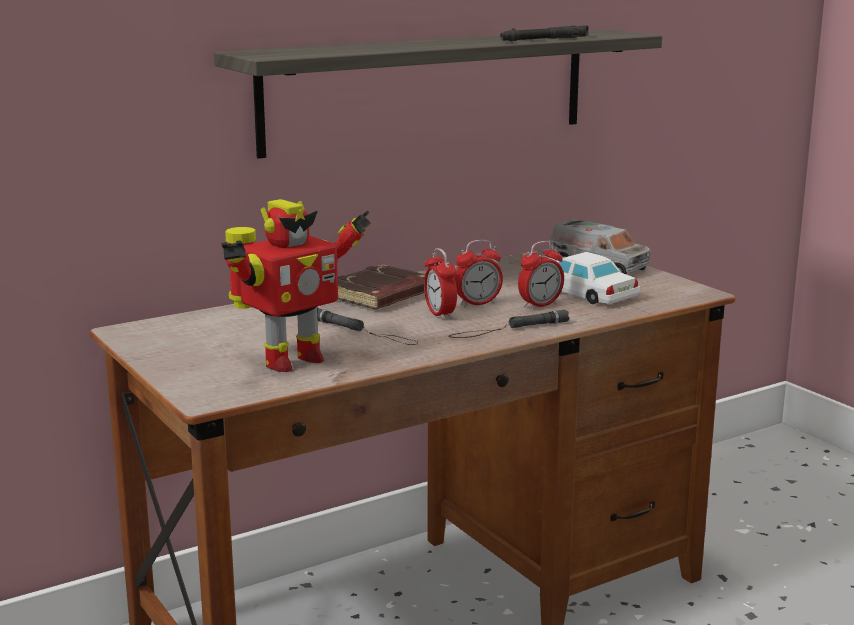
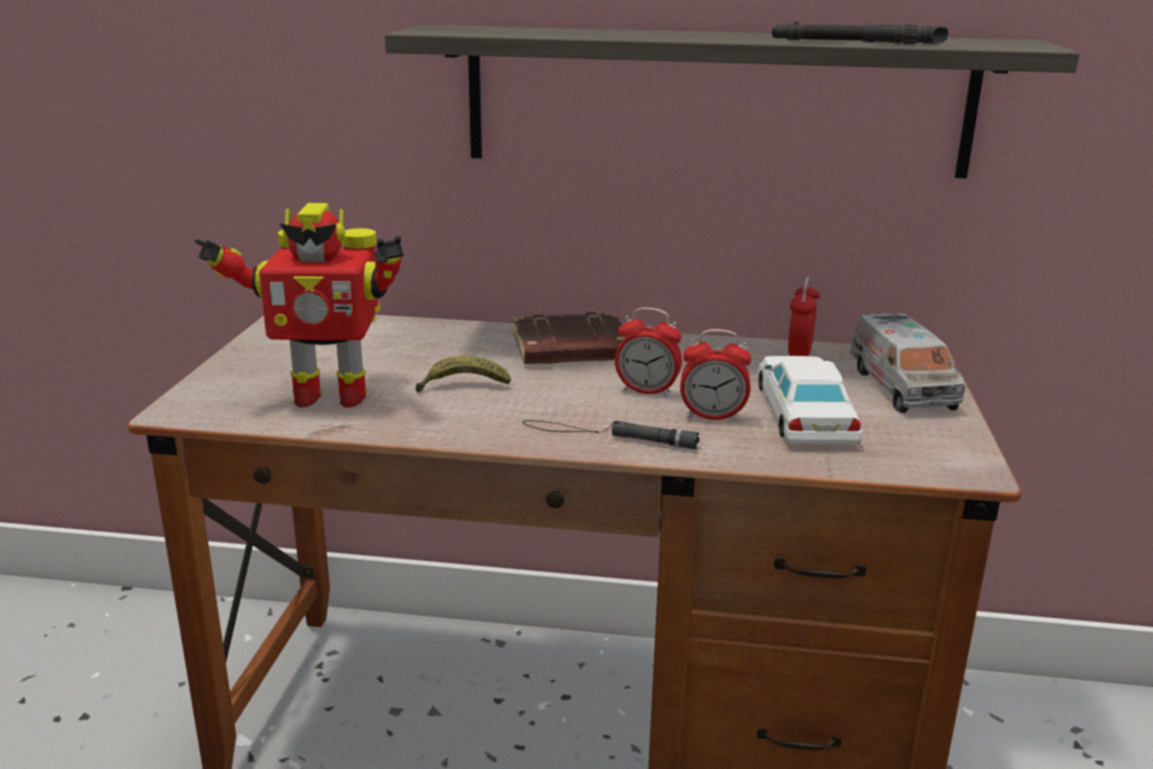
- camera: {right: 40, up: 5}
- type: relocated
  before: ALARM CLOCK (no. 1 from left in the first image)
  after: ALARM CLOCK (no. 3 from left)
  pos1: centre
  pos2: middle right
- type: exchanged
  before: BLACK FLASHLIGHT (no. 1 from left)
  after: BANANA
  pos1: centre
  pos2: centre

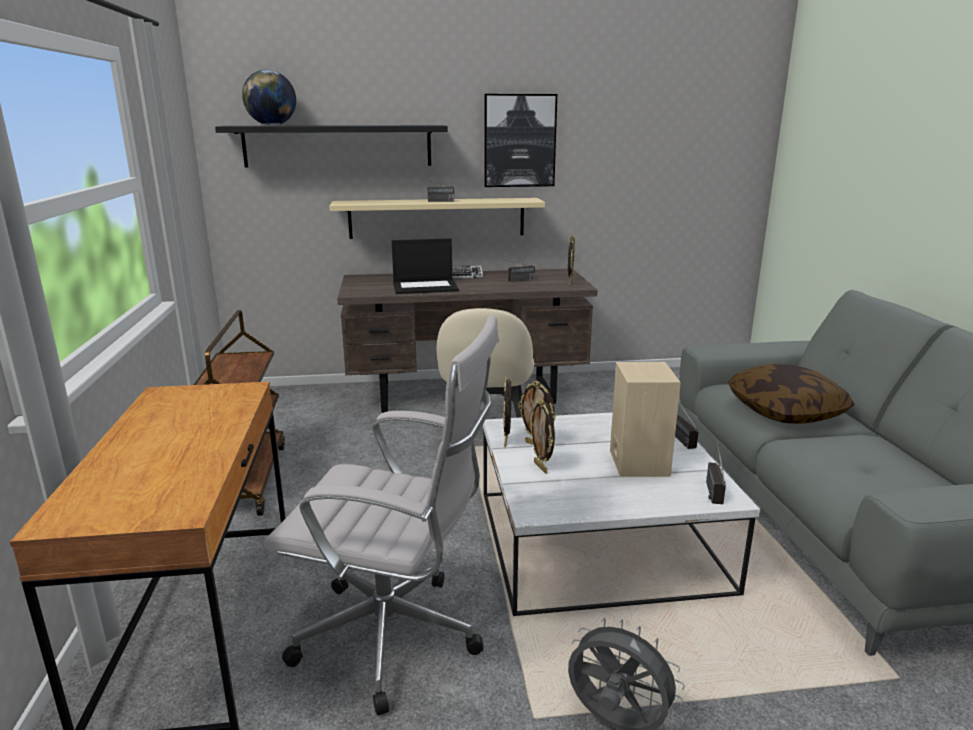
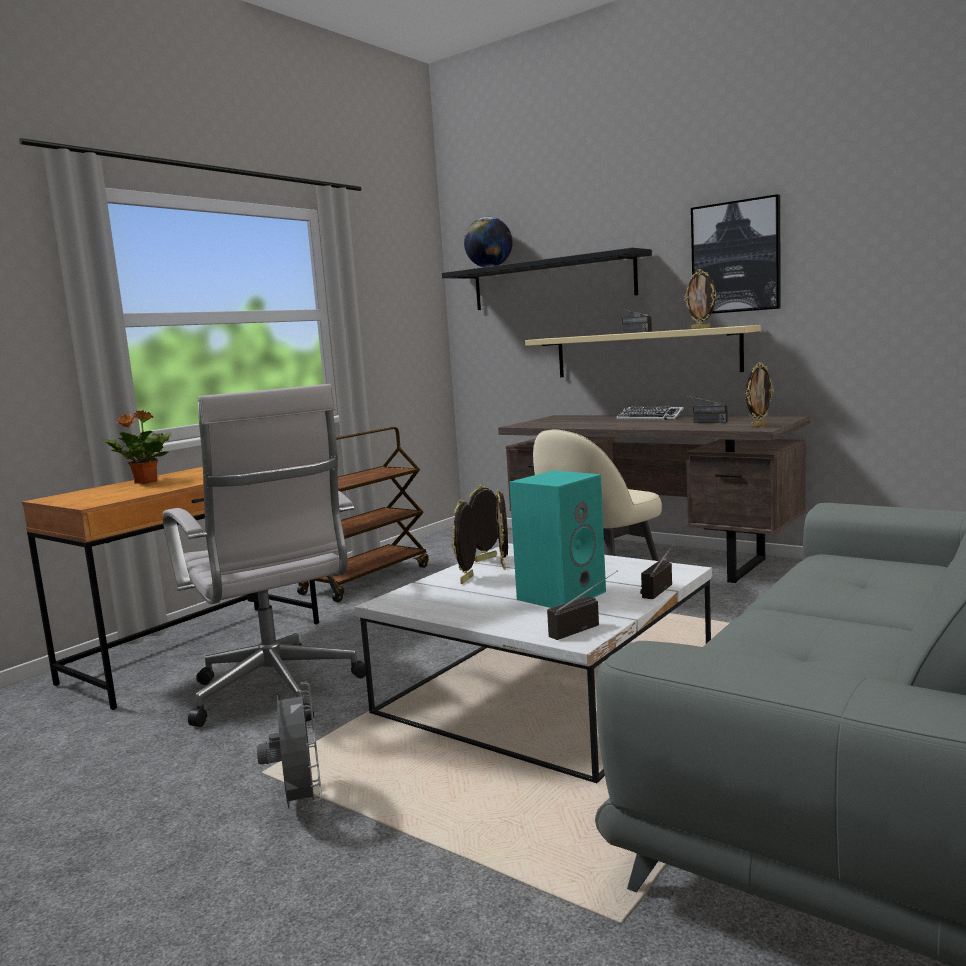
- camera: {right: 45, up: -10}
- type: missing
  before: LAPTOP
  pos1: centre
- type: colour
  before: BEIGE SPEAKER
  after: TURQUOISE SPEAKER
  pos1: centre
  pos2: centre
- type: missing
  before: PILLOW
  pos1: middle right
- type: appeared
  after: PICTURE FRAME (no. 4 from left)
  pos2: top right
- type: appeared
  after: POTTED PLANT
  pos2: middle left

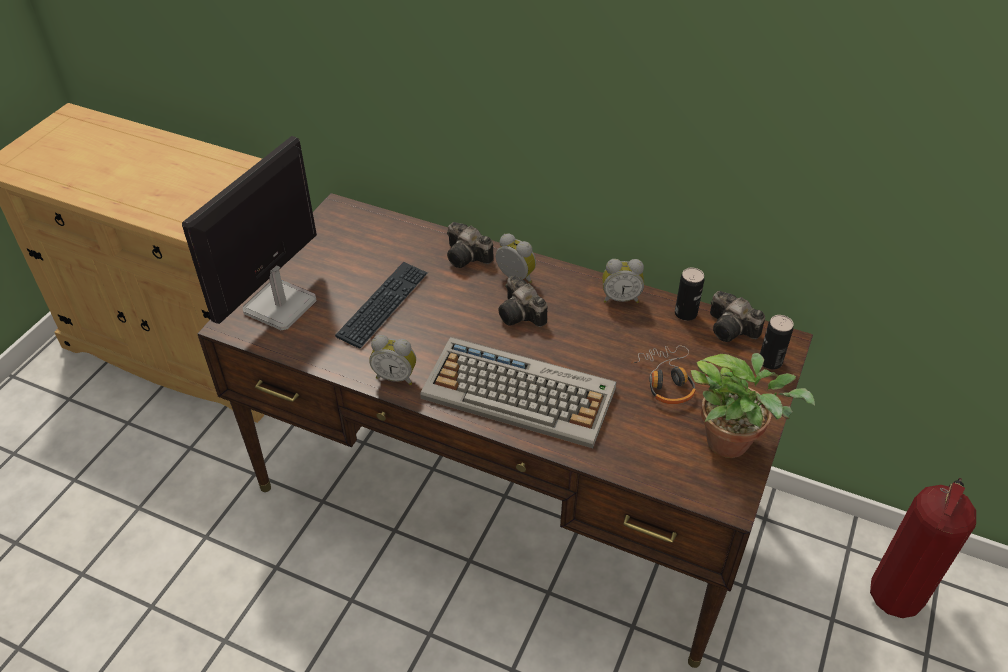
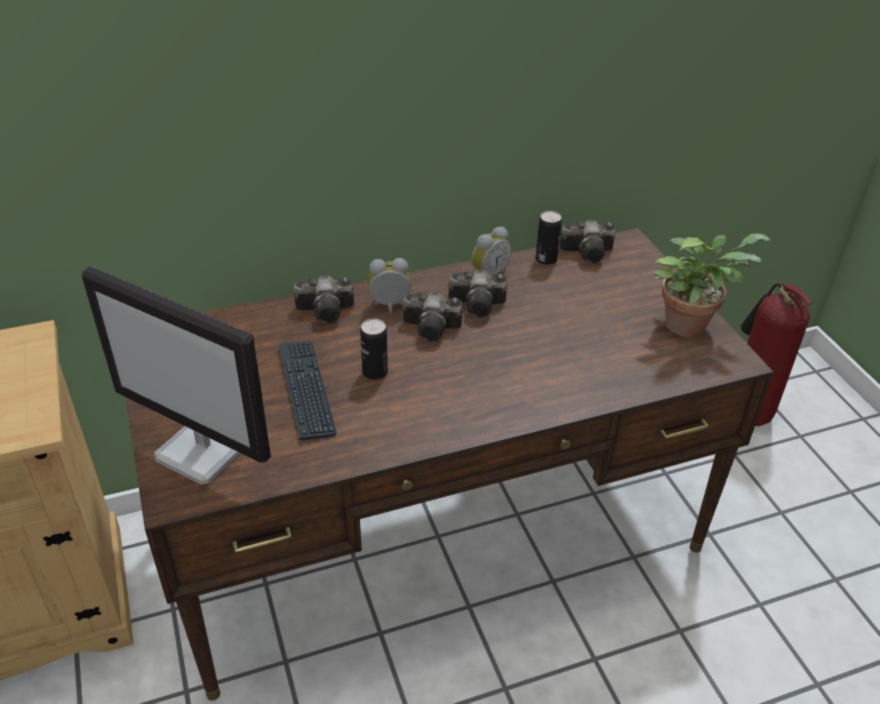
- camera: {right: -45, up: -5}
- type: spun
  before: MONITOR
  pos1: middle left
  pos2: middle left
  turn: -45
- type: relocated
  before: CAN (no. 2 from left in the first image)
  after: CAN (no. 1 from left)
  pos1: middle right
  pos2: centre
- type: missing
  before: ALARM CLOCK (no. 1 from left)
  pos1: centre
- type: missing
  before: KEYBOARD (no. 2 from left)
  pos1: centre
- type: missing
  before: HEADPHONES
  pos1: centre
- type: appeared
  after: PHOTO CAMERA (no. 3 from left)
  pos2: centre

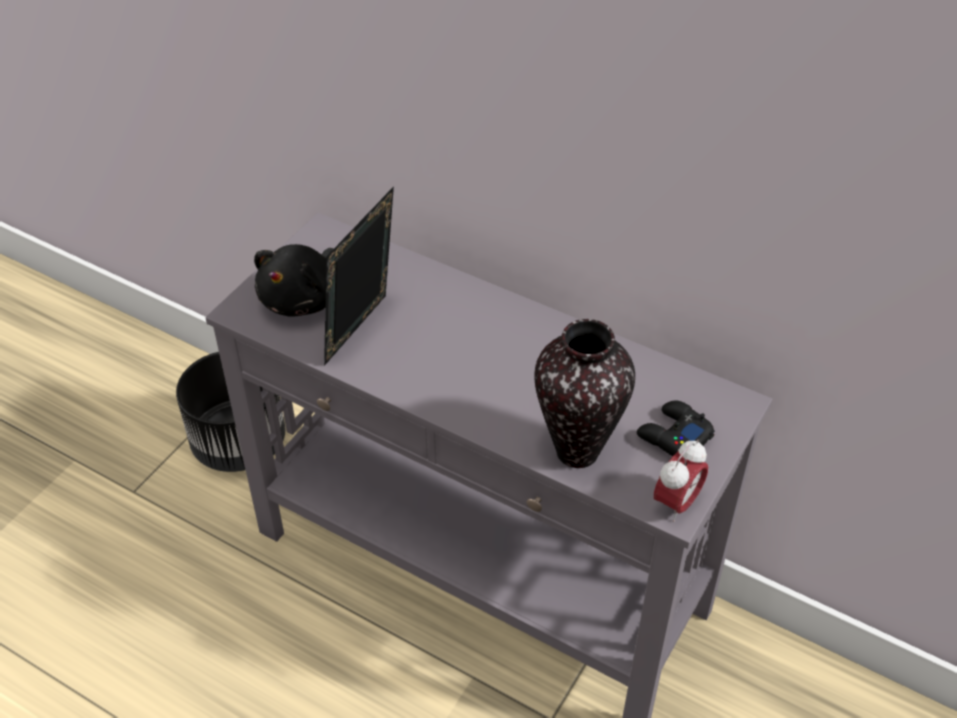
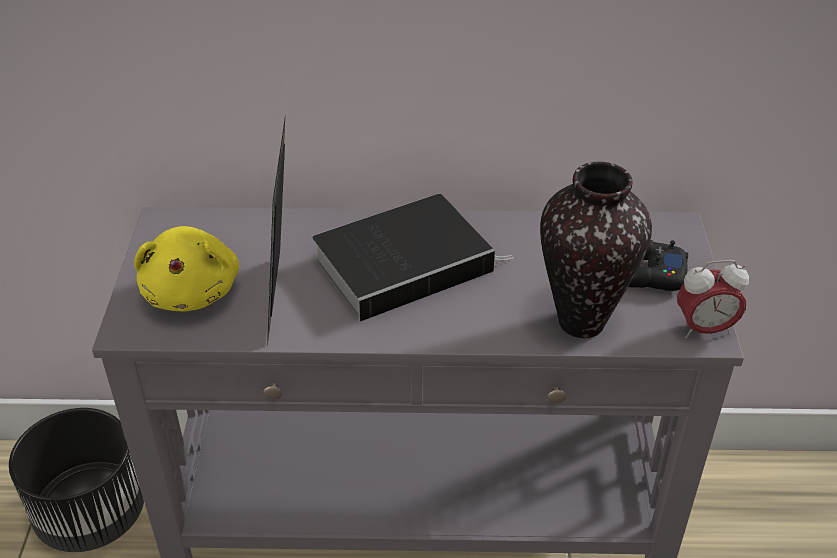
- camera: {right: -30, up: -5}
- type: colour
  before: BLACK PLUSH TOY
  after: YELLOW PLUSH TOY
  pos1: middle left
  pos2: middle left
- type: spun
  before: ALARM CLOCK
  pos1: bottom right
  pos2: middle right
  turn: 75
- type: appeared
  after: BOOK
  pos2: centre

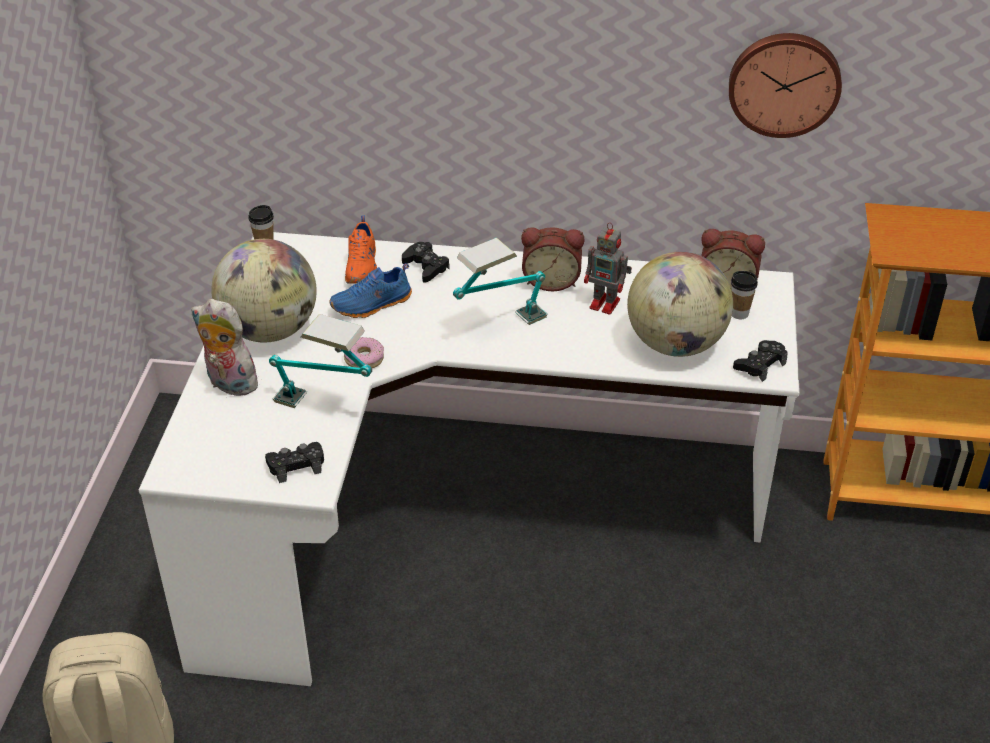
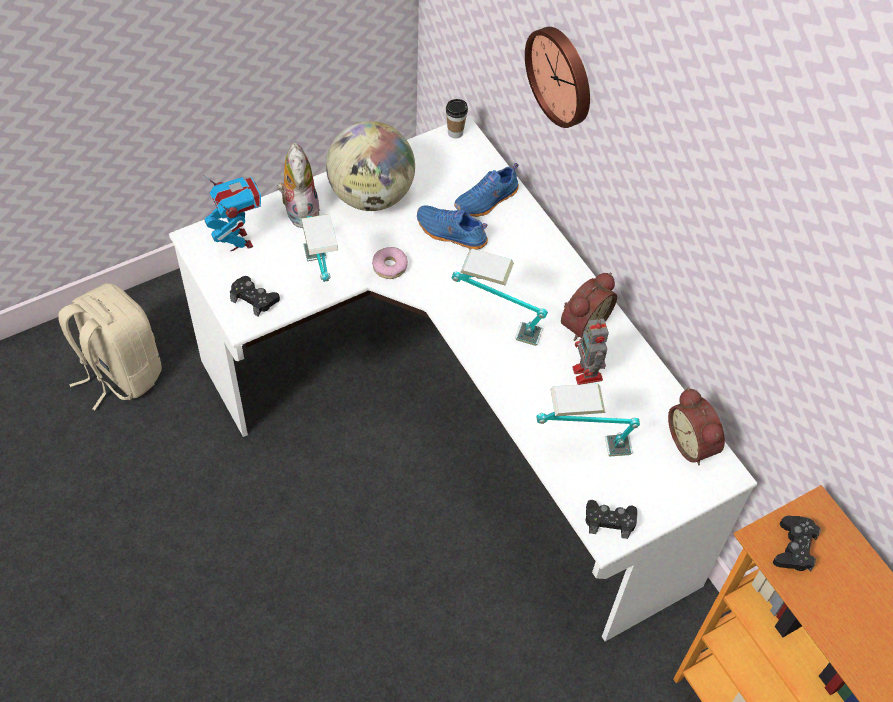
- camera: {right: 50, up: 15}
- type: relocated
  before: WALL CLOCK
  pos1: top right
  pos2: top centre
- type: colour
  before: ORANGE SHOE
  after: BLUE SHOE (no. 2 from left)
  pos1: centre
  pos2: top centre
- type: spun
  before: ALARM CLOCK (no. 1 from left)
  pos1: centre
  pos2: centre
  turn: -105
- type: relocated
  before: BLACK GAME CONTROLLER (no. 2 from left in the first image)
  after: BLACK GAME CONTROLLER (no. 3 from left)
  pos1: centre
  pos2: bottom right
- type: exchanged
  before: GLOBE (no. 2 from left)
  after: TABLE LAMP (no. 3 from left)
  pos1: middle right
  pos2: centre
- type: missing
  before: CUP (no. 2 from left)
  pos1: middle right
- type: appeared
  after: TOY ROBOT (no. 1 from left)
  pos2: top left

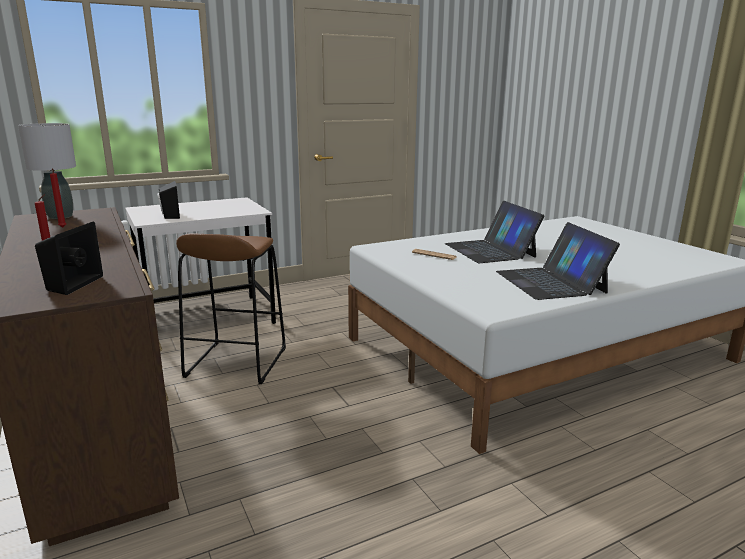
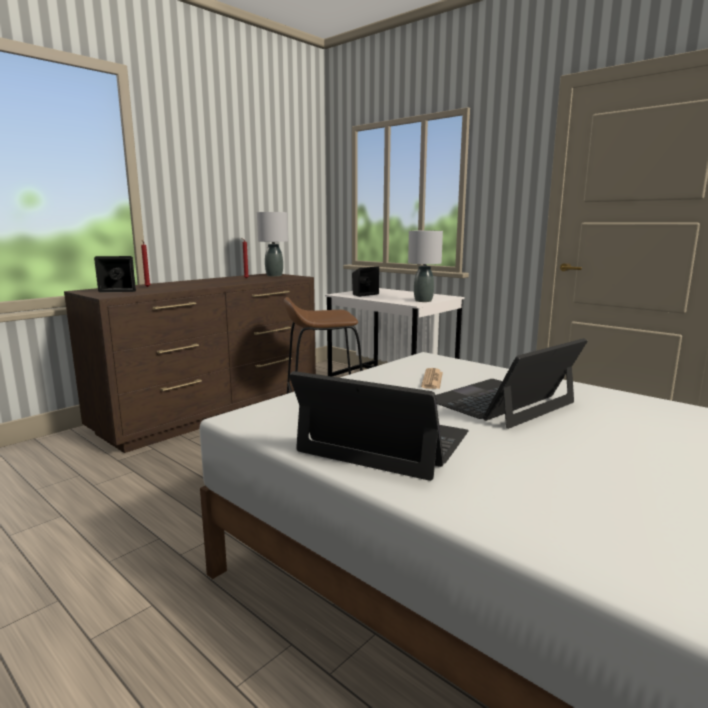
- camera: {right: 70, up: -5}
- type: spun
  before: LAPTOP (no. 2 from left in the first image)
  pos1: middle right
  pos2: centre
  turn: 60
- type: appeared
  after: GREY TABLE LAMP (no. 2 from left)
  pos2: centre

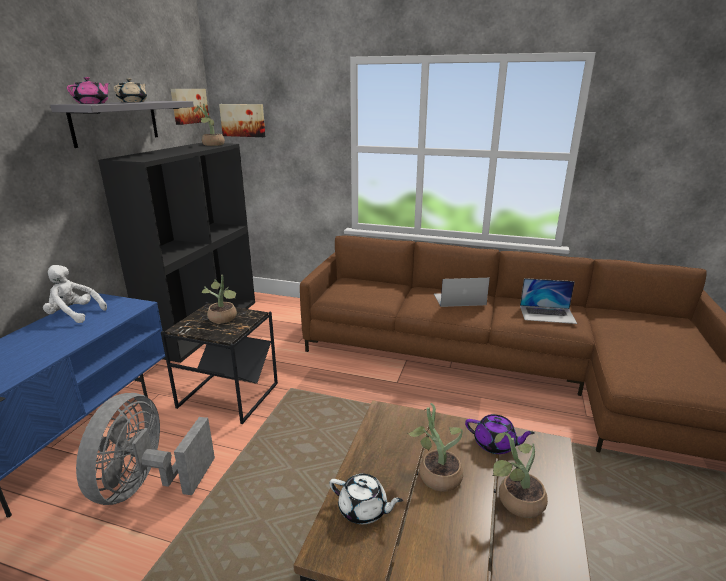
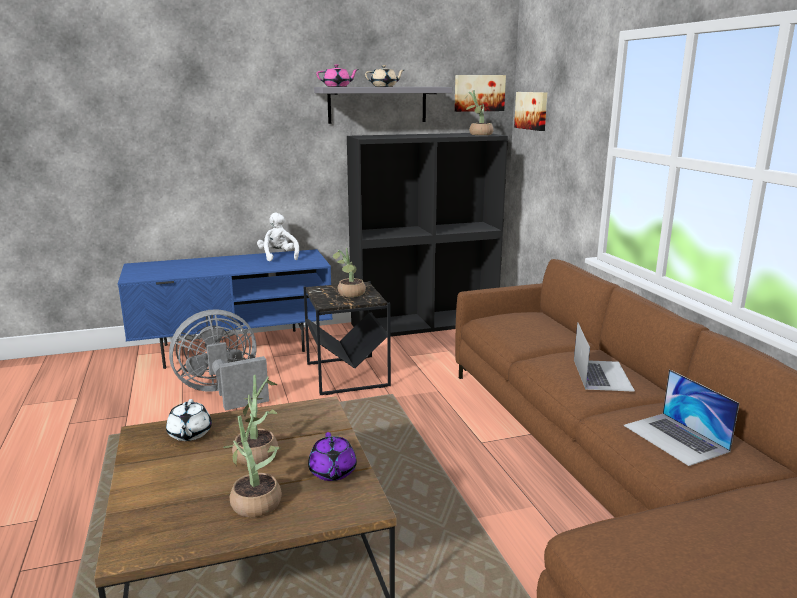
- camera: {right: 55, up: -5}
- type: spun
  before: LAPTOP (no. 1 from left)
  pos1: centre
  pos2: middle right
  turn: 45

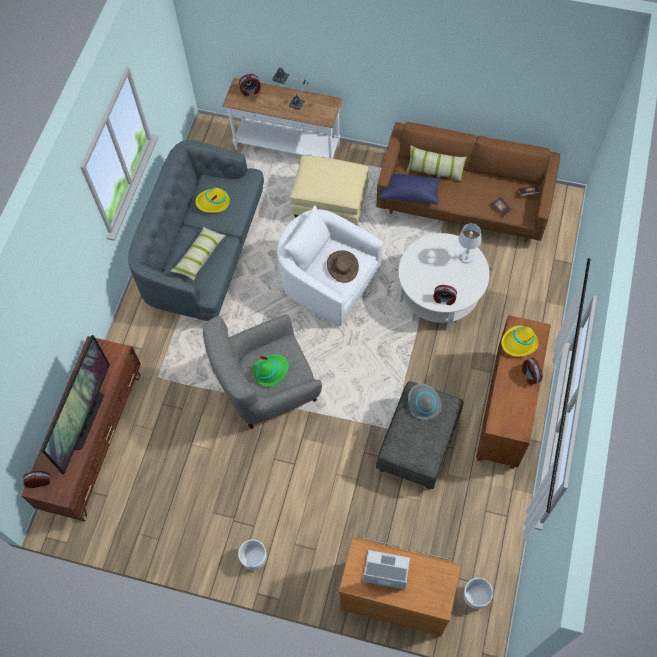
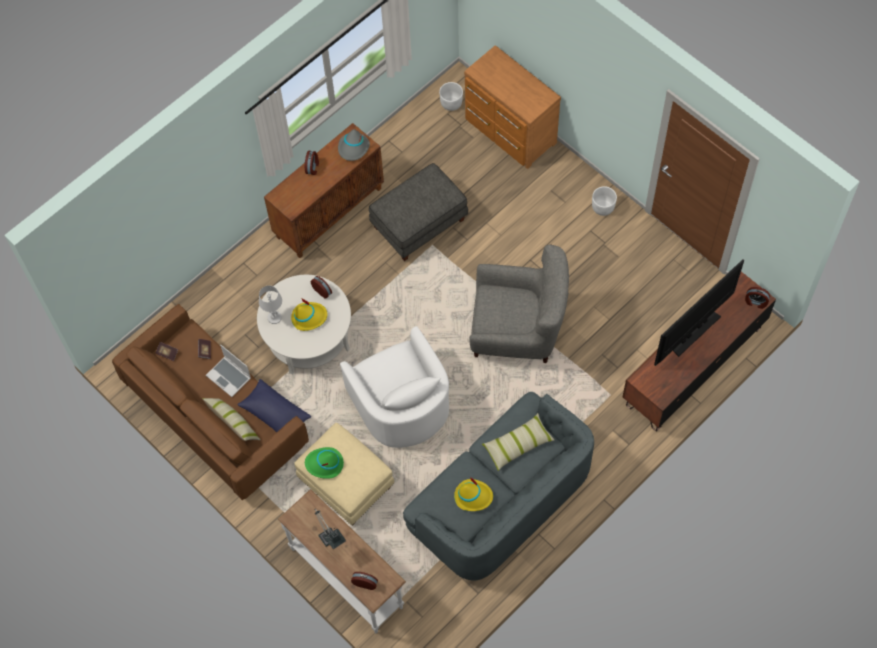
- camera: {right: -150, up: 0}
- type: missing
  before: BROWN HAT
  pos1: centre
- type: relocated
  before: YELLOW HAT (no. 2 from left in the first image)
  after: YELLOW HAT (no. 1 from left)
  pos1: middle right
  pos2: centre
- type: relocated
  before: GREEN HAT
  pos1: centre
  pos2: bottom centre
- type: relocated
  before: GREY HAT
  pos1: centre
  pos2: top centre
- type: relocated
  before: LAPTOP
  pos1: bottom centre
  pos2: middle left

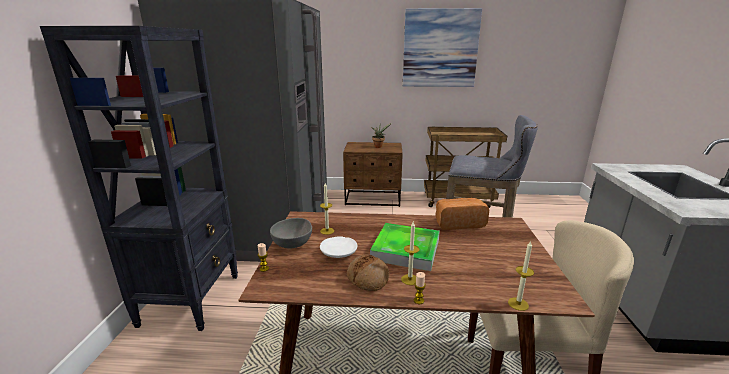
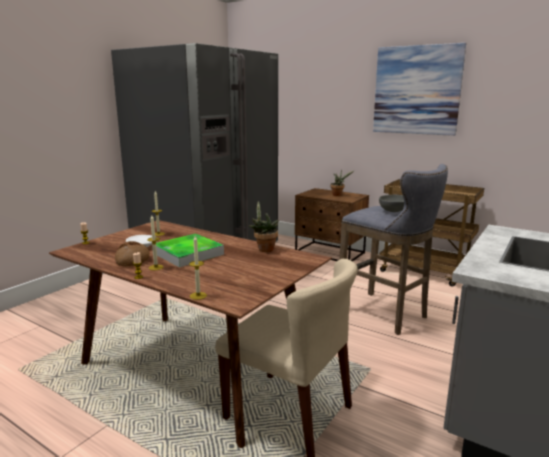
- camera: {right: 30, up: -5}
- type: missing
  before: BLACK BOOKCASE
  pos1: middle left
- type: exchanged
  before: BREAD (no. 2 from left)
  after: POTTED PLANT (no. 1 from left)
  pos1: centre
  pos2: centre
- type: relocated
  before: GREY BOWL
  pos1: centre
  pos2: middle right

